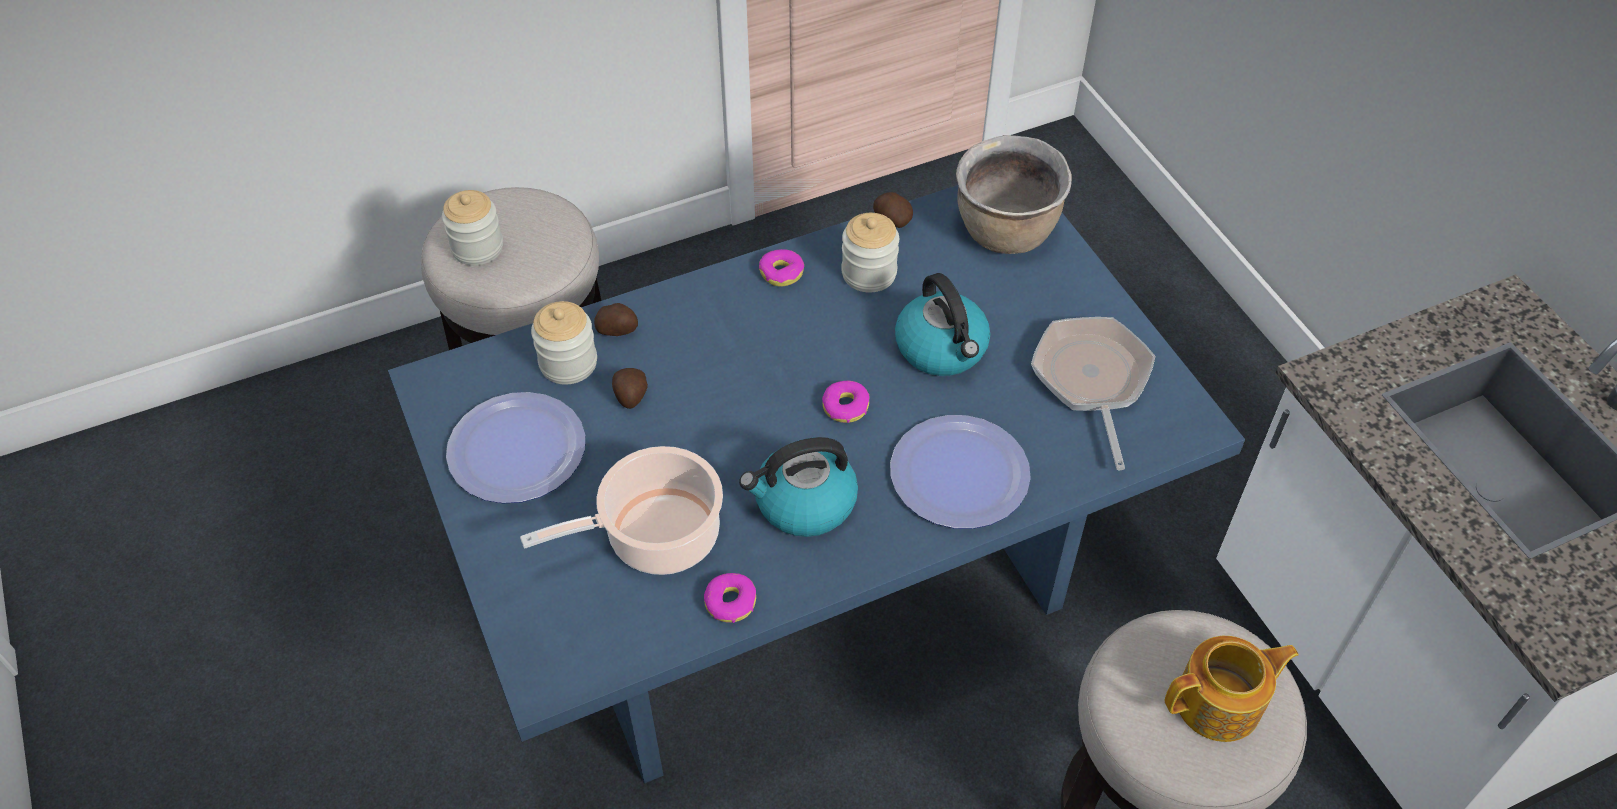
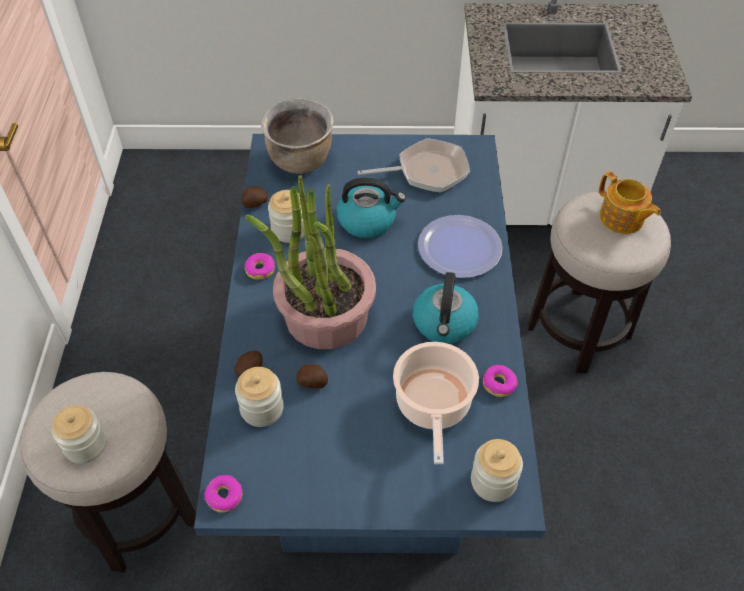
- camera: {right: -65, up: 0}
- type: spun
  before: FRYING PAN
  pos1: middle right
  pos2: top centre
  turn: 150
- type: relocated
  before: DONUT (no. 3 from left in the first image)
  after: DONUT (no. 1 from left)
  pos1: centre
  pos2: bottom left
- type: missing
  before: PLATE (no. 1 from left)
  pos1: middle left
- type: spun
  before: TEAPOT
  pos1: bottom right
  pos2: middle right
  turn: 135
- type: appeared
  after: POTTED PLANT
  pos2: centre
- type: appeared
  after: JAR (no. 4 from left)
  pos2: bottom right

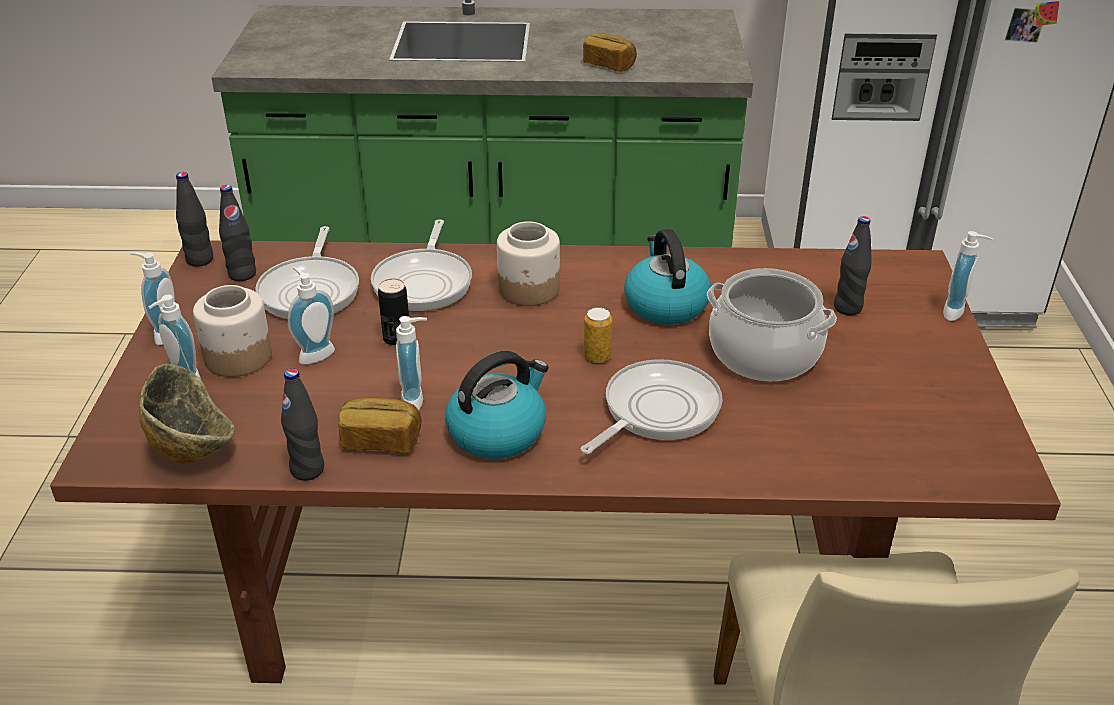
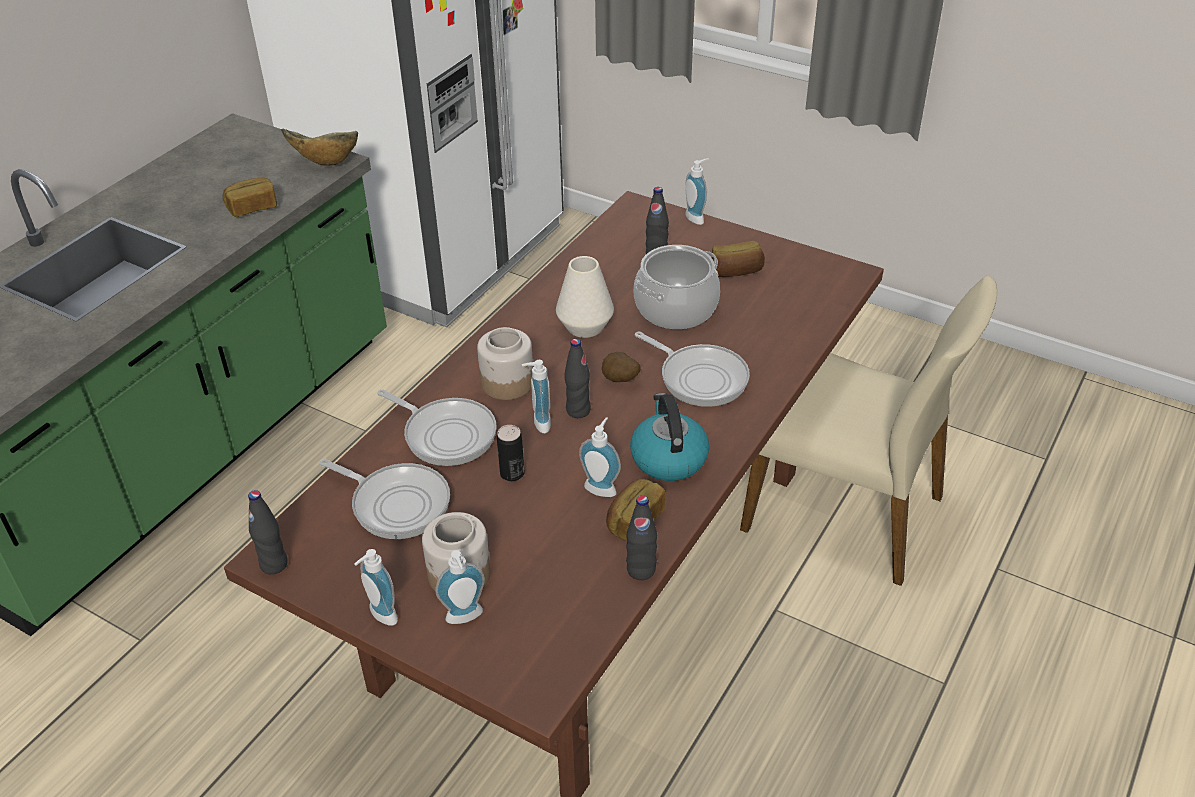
- camera: {right: -60, up: 5}
- type: relocated
  before: BLACK BOTTLE (no. 2 from left)
  pos1: top left
  pos2: centre
- type: exchanged
  before: KETTLE (no. 2 from left)
  after: WHITE VASE
  pos1: centre
  pos2: centre
- type: relocated
  before: SOAP DISPENSER (no. 3 from left)
  pos1: middle left
  pos2: centre
- type: exchanged
  before: CAN (no. 2 from left)
  after: POTATO
  pos1: centre
  pos2: centre
- type: spun
  before: FRYING PAN (no. 3 from left)
  pos1: centre
  pos2: centre
  turn: 150
- type: relocated
  before: BOWL
  pos1: middle left
  pos2: top left
- type: appeared
  after: BREAD (no. 3 from left)
  pos2: top centre

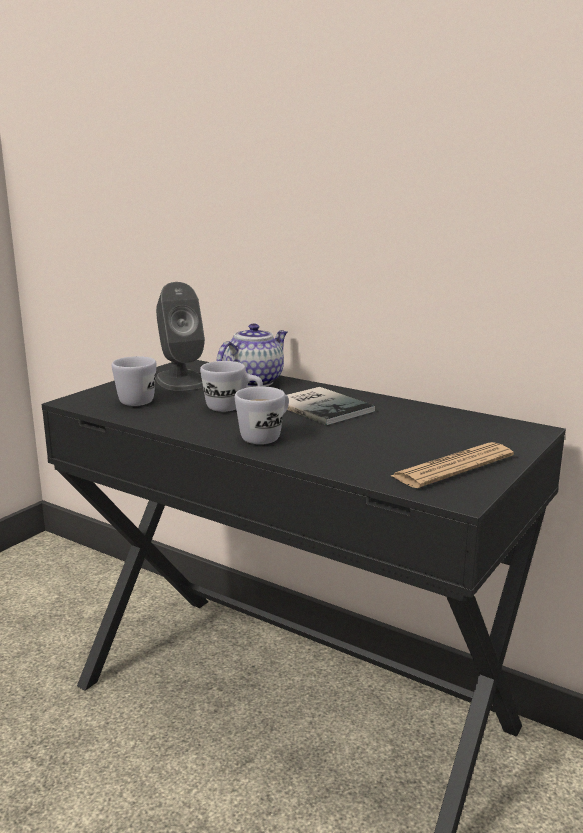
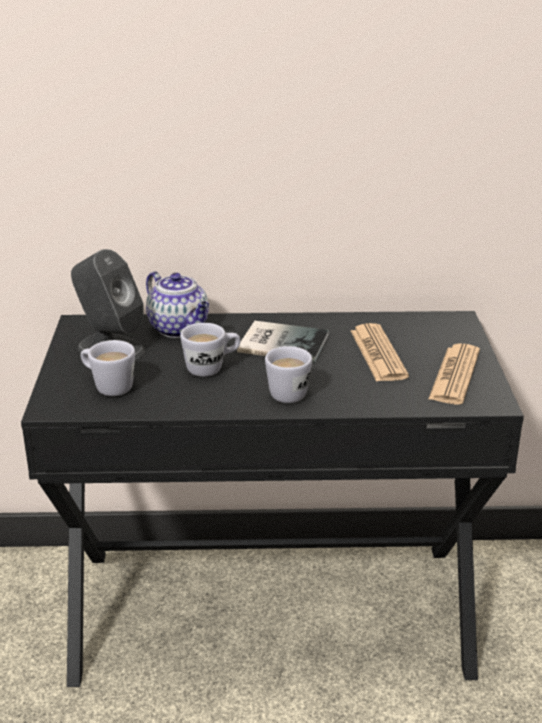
- camera: {right: -35, up: 10}
- type: spun
  before: TEAPOT
  pos1: centre
  pos2: middle left
  turn: 135
- type: appeared
  after: NEWSPAPER (no. 1 from left)
  pos2: middle right

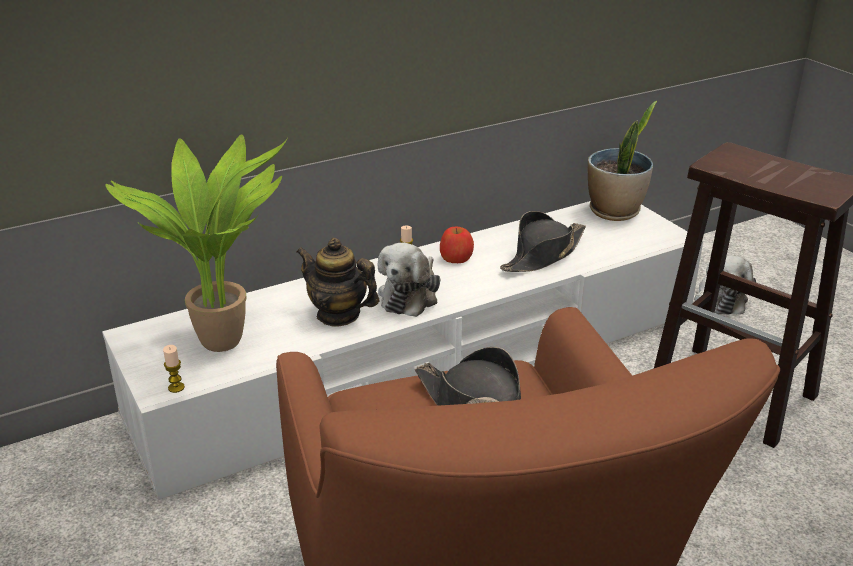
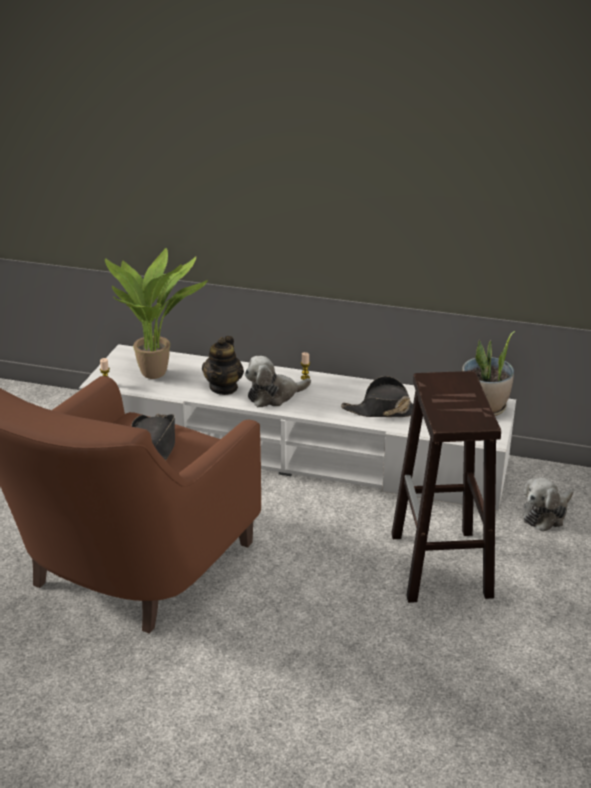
- camera: {right: 45, up: 0}
- type: missing
  before: APPLE
  pos1: centre
- type: spun
  before: TEAPOT
  pos1: centre
  pos2: centre
  turn: -150

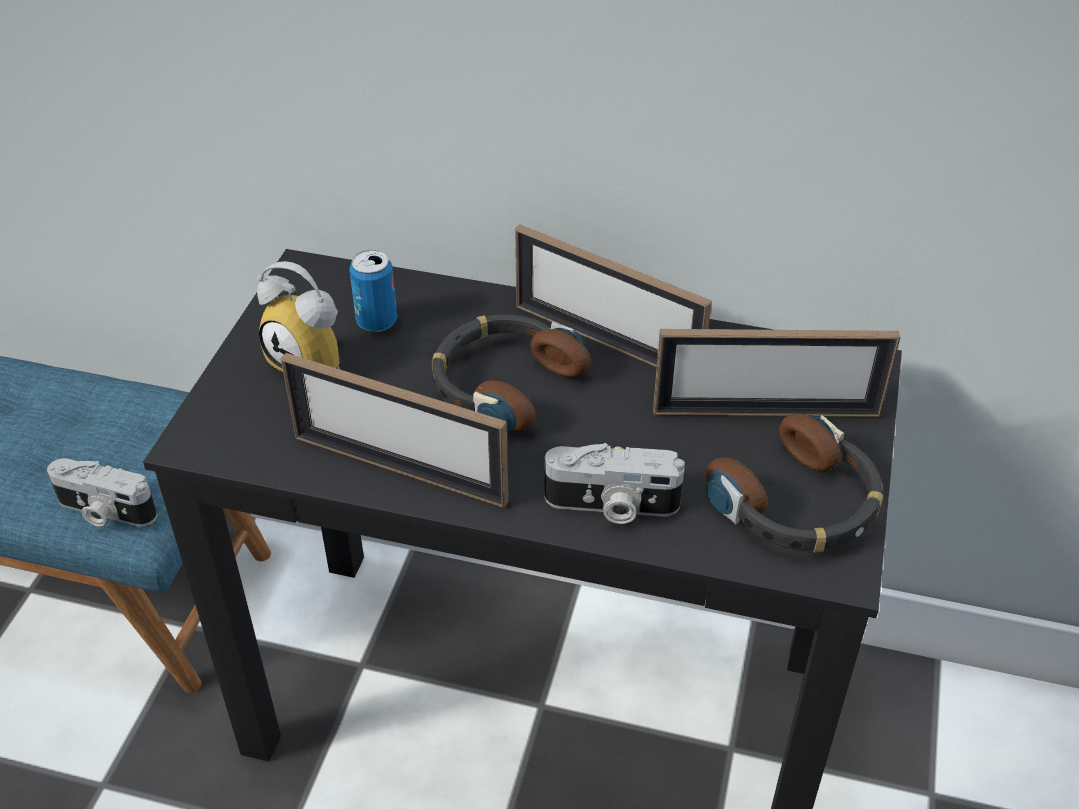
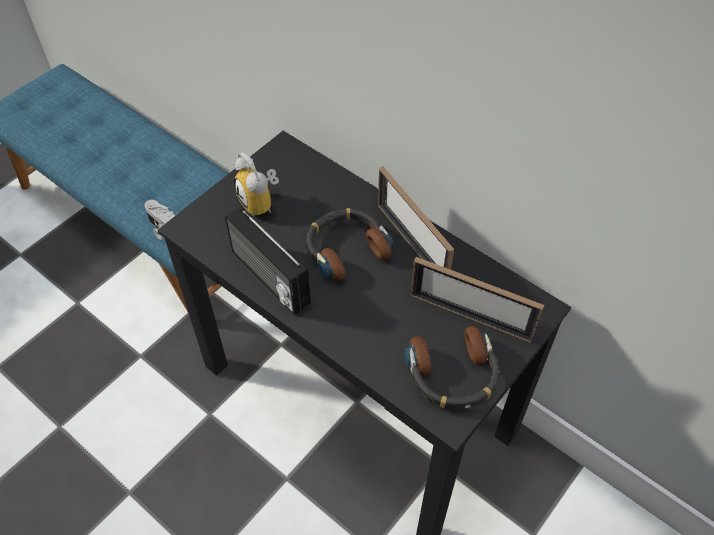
- camera: {right: 25, up: 10}
- type: missing
  before: CAN
  pos1: centre
- type: exchanged
  before: PICTURE FRAME (no. 1 from left)
  after: RADIO
  pos1: centre
  pos2: centre
- type: missing
  before: PHOTO CAMERA (no. 2 from left)
  pos1: centre

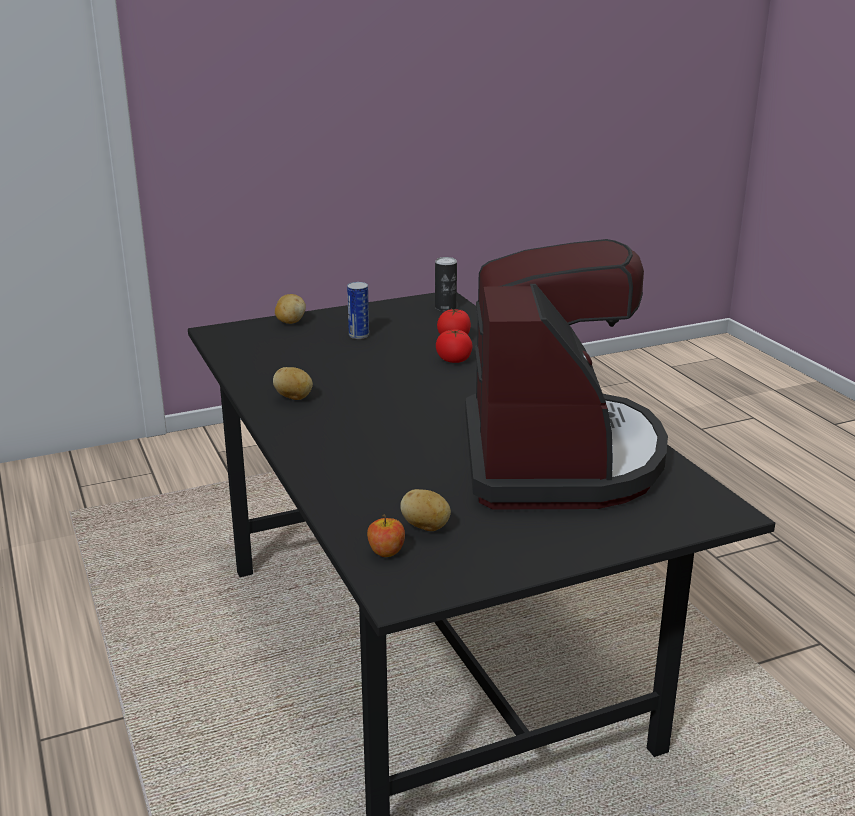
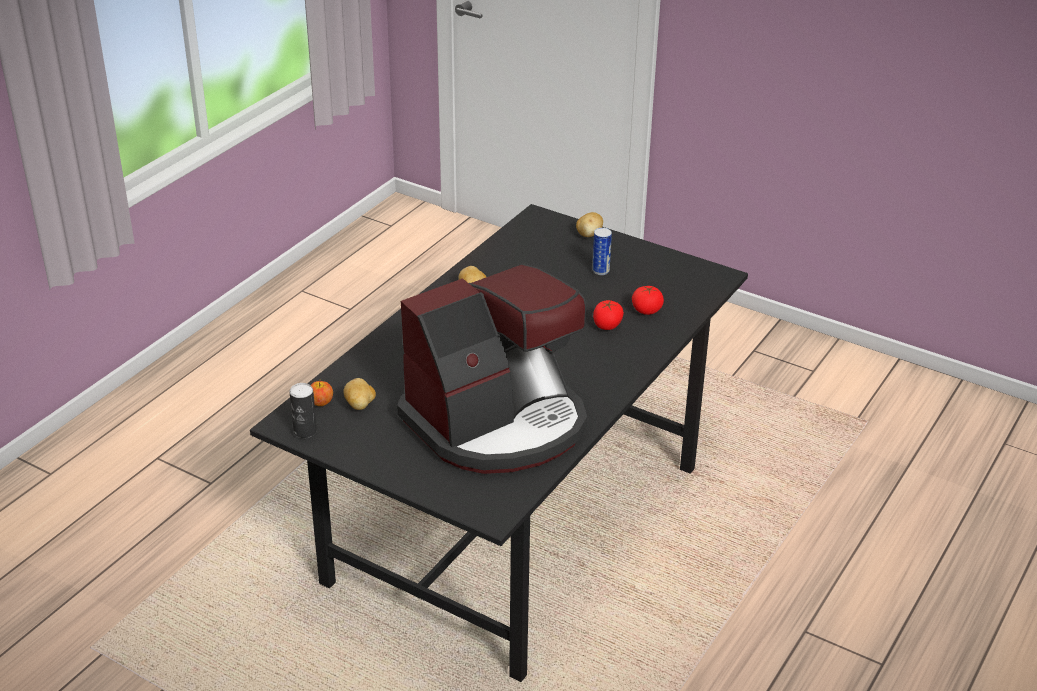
- camera: {right: 55, up: 10}
- type: relocated
  before: CAN (no. 2 from left in the first image)
  after: CAN (no. 1 from left)
  pos1: centre
  pos2: middle left

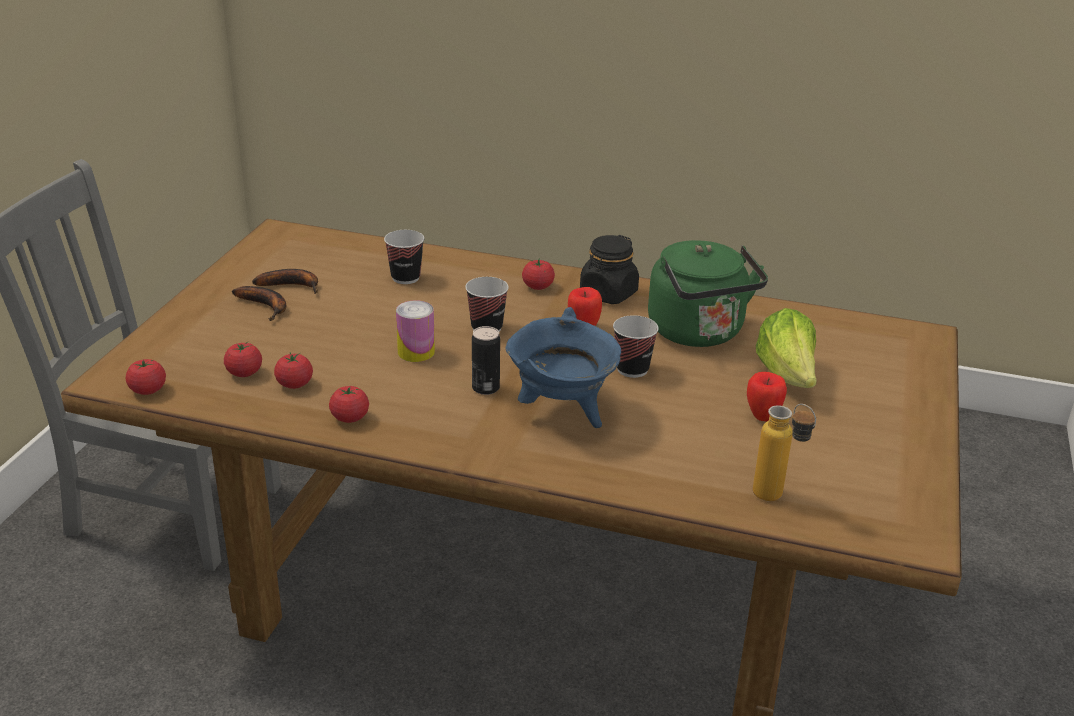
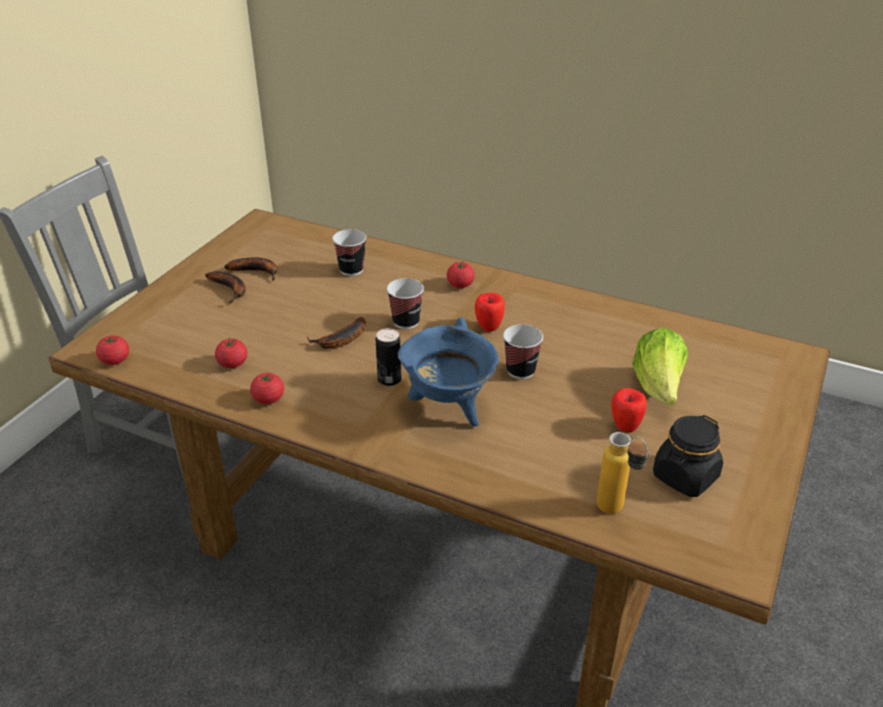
- camera: {right: 10, up: 5}
- type: relocated
  before: BLACK JAR
  pos1: centre
  pos2: middle right
- type: missing
  before: GREEN KETTLE
  pos1: centre
- type: exchanged
  before: CAN (no. 1 from left)
  after: BANANA (no. 3 from left)
  pos1: centre
  pos2: centre
- type: missing
  before: TOMATO (no. 2 from left)
  pos1: middle left

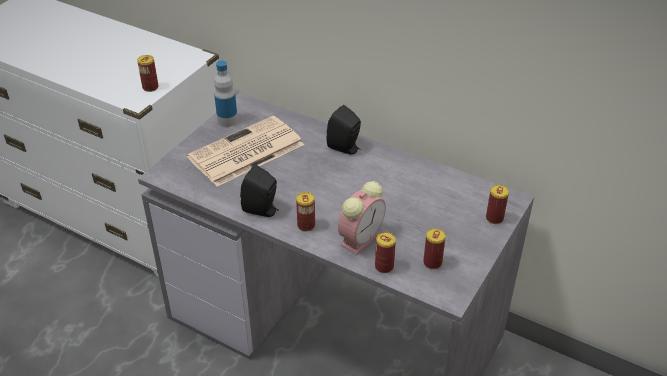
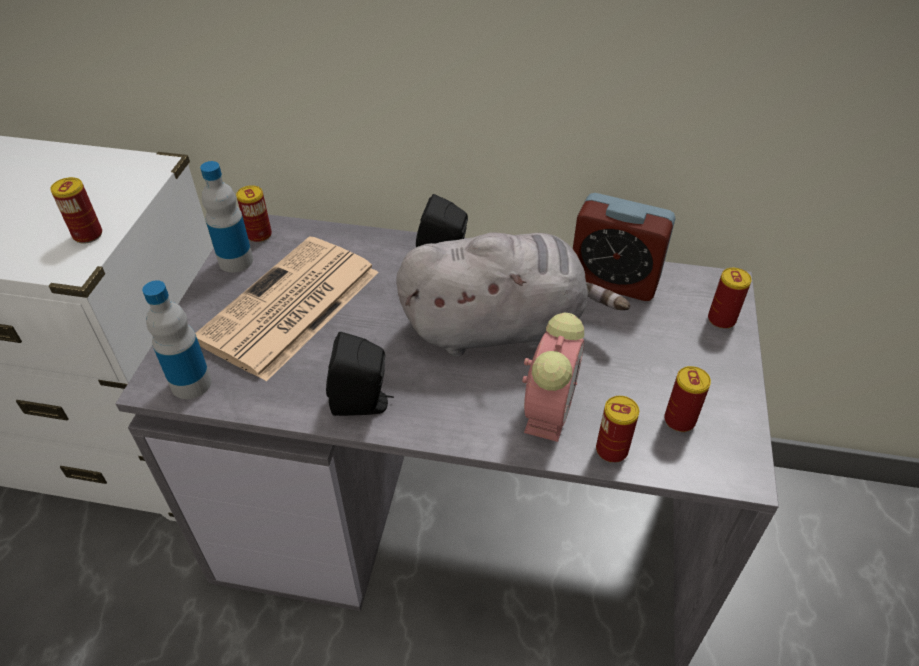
- camera: {right: -20, up: 5}
- type: relocated
  before: CAN (no. 2 from left)
  pos1: centre
  pos2: top left
- type: appeared
  after: ALARM CLOCK (no. 2 from left)
  pos2: middle right
- type: appeared
  after: GREY PLUSH TOY
  pos2: centre
- type: appeared
  after: BOTTLE (no. 1 from left)
  pos2: middle left

